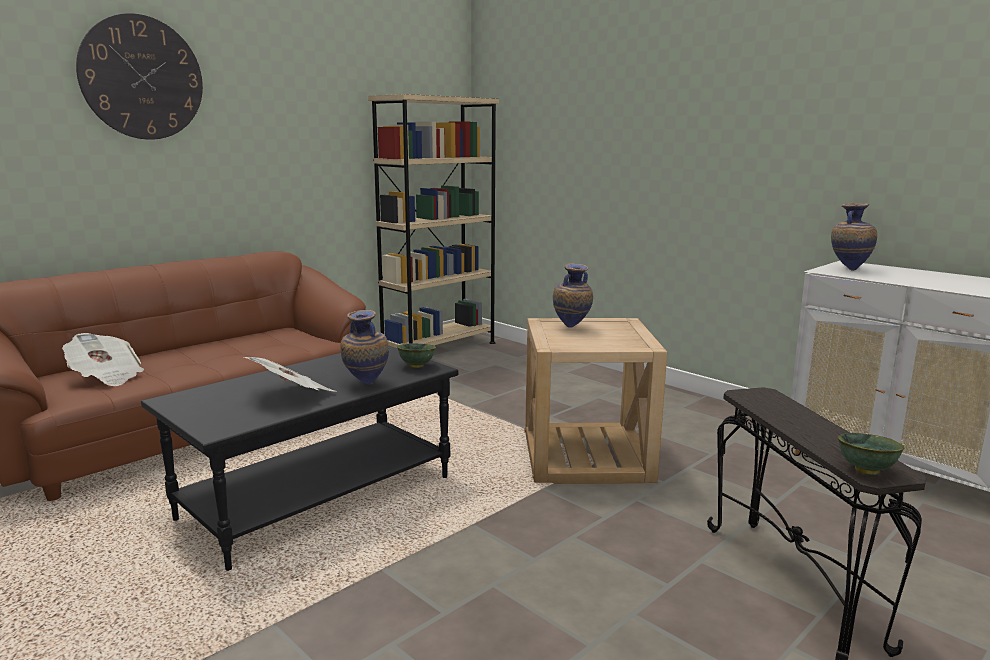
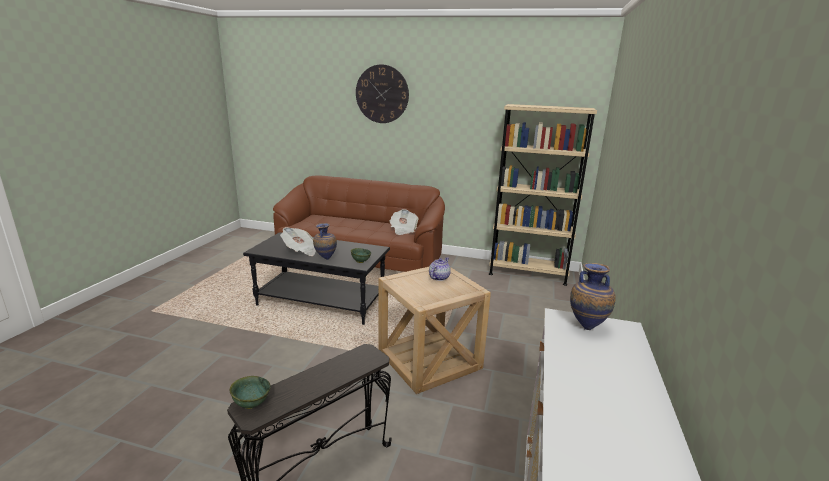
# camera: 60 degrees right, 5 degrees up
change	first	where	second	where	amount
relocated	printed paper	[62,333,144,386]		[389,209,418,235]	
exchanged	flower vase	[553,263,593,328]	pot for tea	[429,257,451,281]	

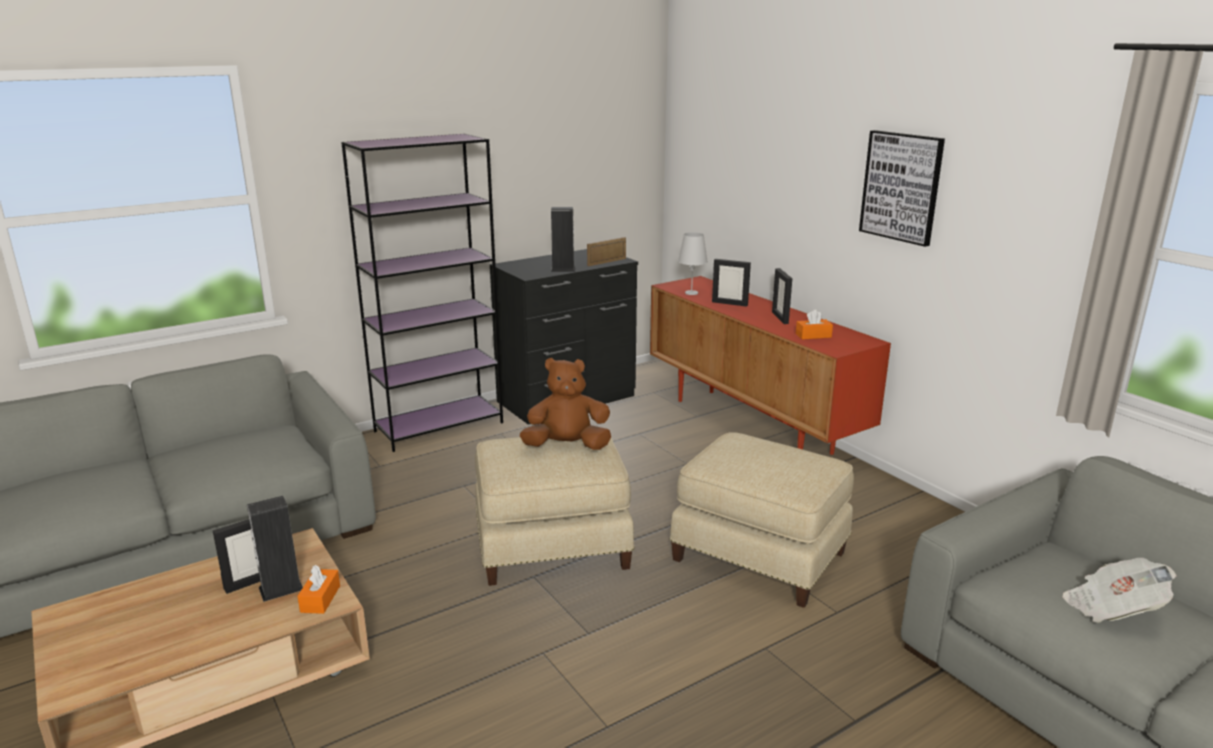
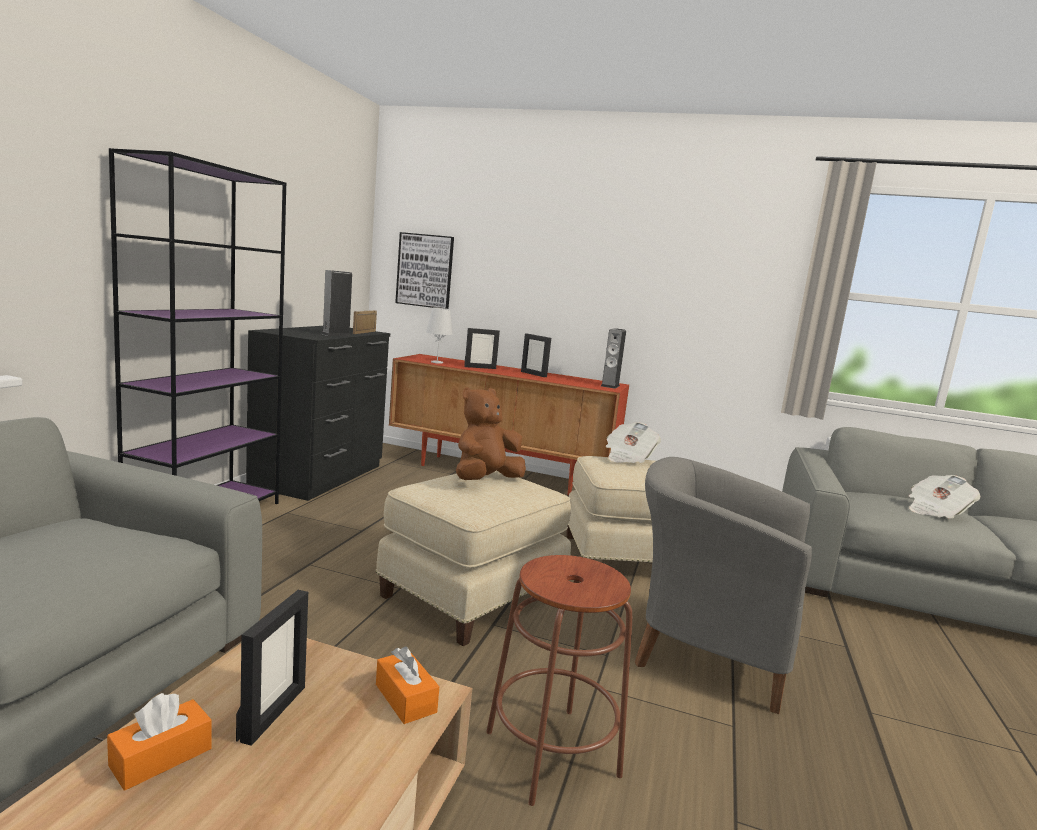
# camera: 40 degrees left, 10 degrees down
change	first	where	second	where	amount
relocated	loudspeaker	[247,496,303,602]		[601,328,626,389]	
relocated	orange-coloured tissue box	[796,310,833,340]		[107,693,212,791]	
relocated	wall art	[859,130,945,247]		[395,232,454,309]	
appeared			brownish stool seat	[486,555,632,806]	
appeared			printed paper	[606,422,661,463]	
appeared			gray lounge chair	[635,457,812,714]	

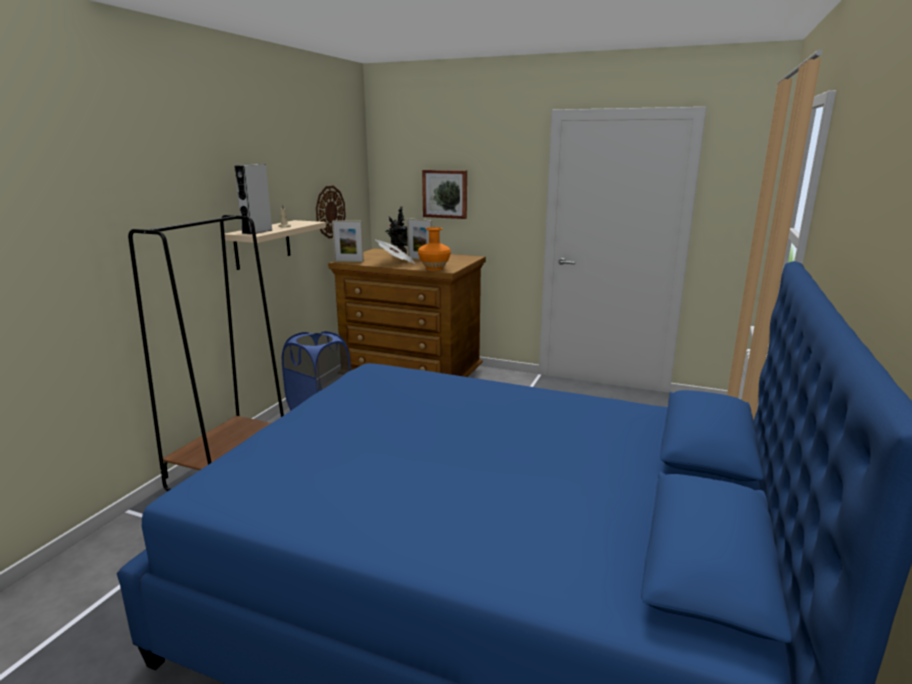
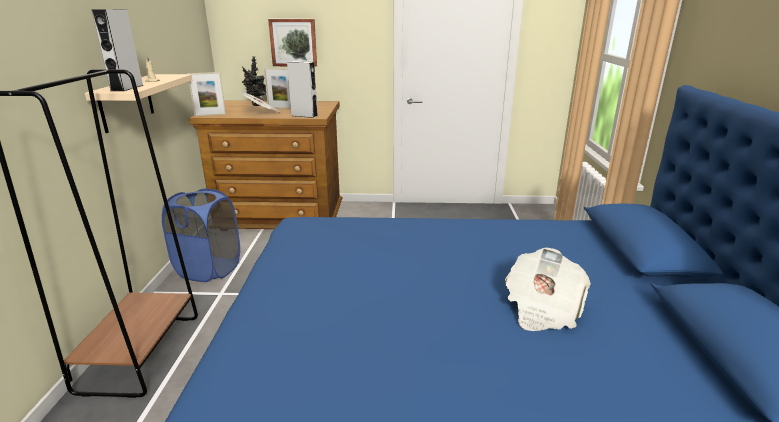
# camera: 20 degrees left, 5 degrees up
change	first	where	second	where	amount
missing	clock on the wall	[316,186,346,239]			
exchanged	orange-coloured flower vase	[418,227,451,271]	gray loudspeaker	[287,61,318,118]	
appeared			printed paper	[505,248,591,331]	

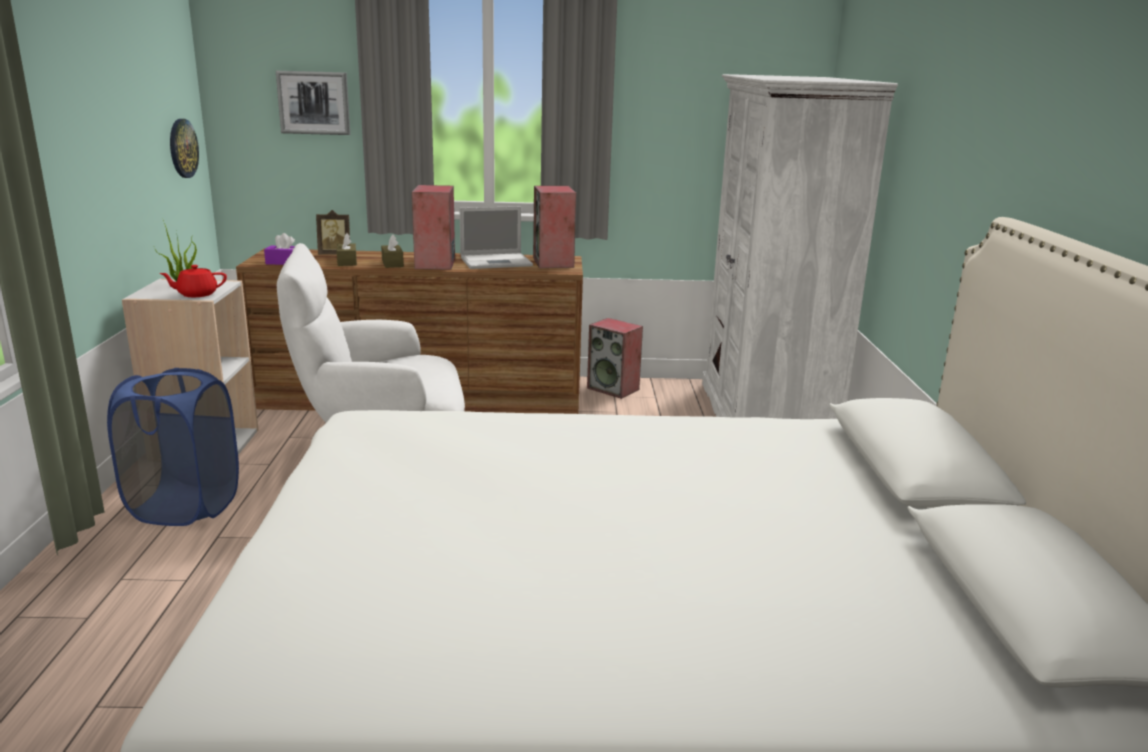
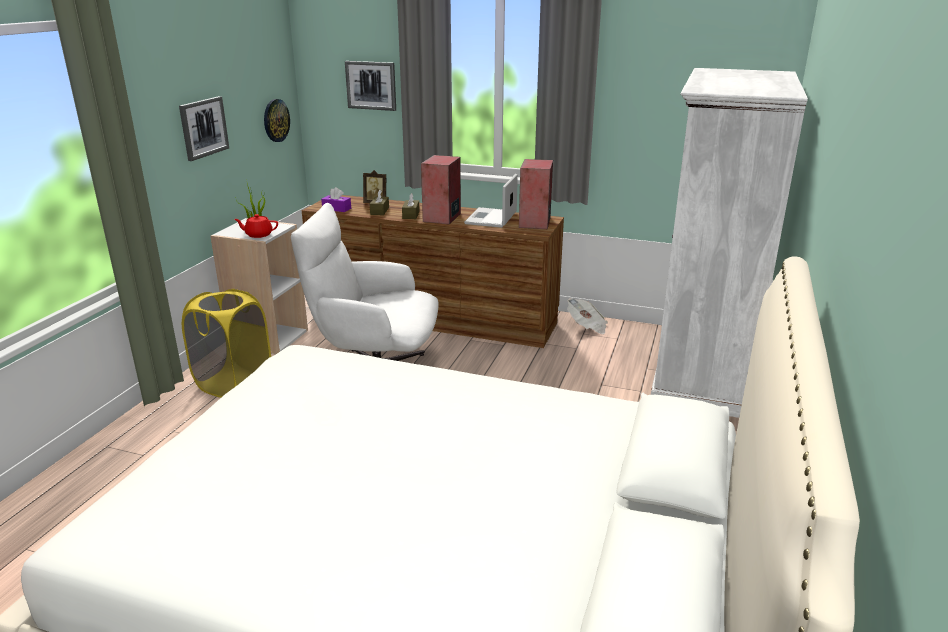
# camera: 20 degrees right, 5 degrees up
change	first	where	second	where	amount
colour	blue-coloured laundry basket	[107,368,239,526]	yellowish laundry basket	[182,289,271,398]	
spun	laptop	[460,206,533,269]		[464,174,518,228]	105 degrees clockwise
exchanged	loudspeaker	[587,318,643,399]	printed paper	[567,298,608,335]	
appeared			wall art	[179,96,229,161]	

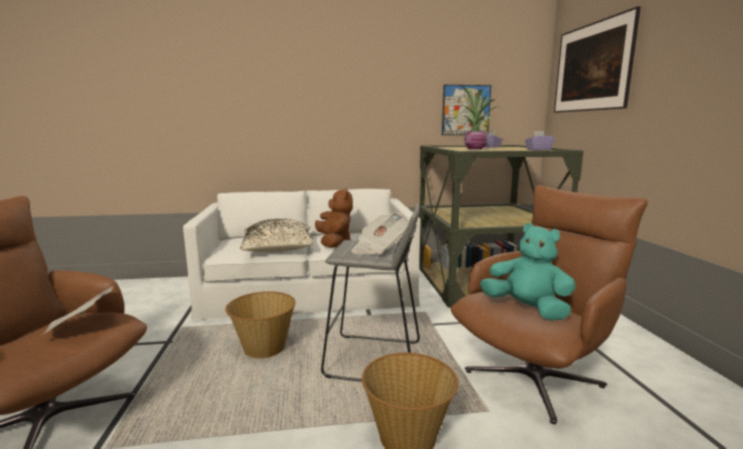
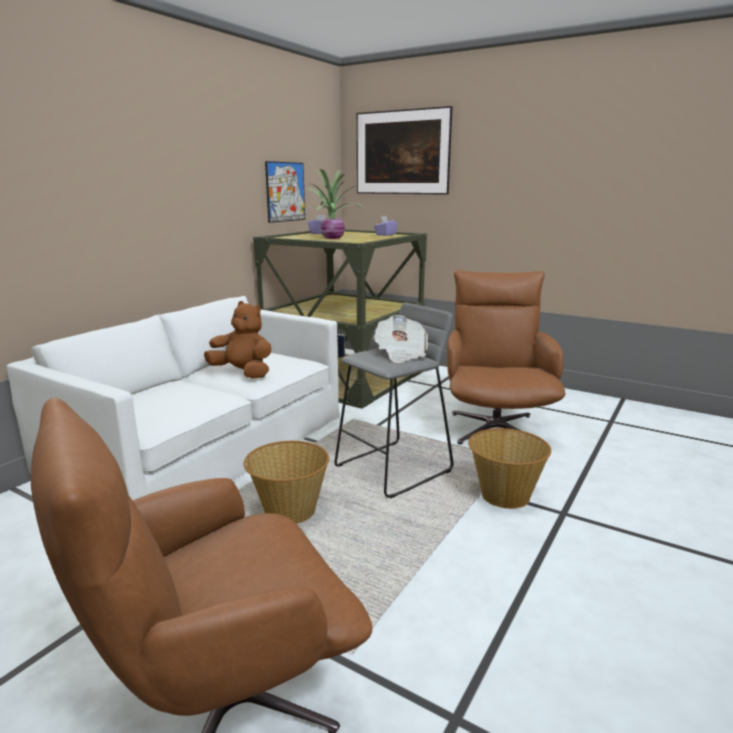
# camera: 50 degrees left, 5 degrees up
change	first	where	second	where	amount
missing	printed paper	[42,286,113,335]			
missing	beige-coloured cushion	[240,219,313,252]			
missing	turquoise-coloured soft toy	[480,223,576,321]			

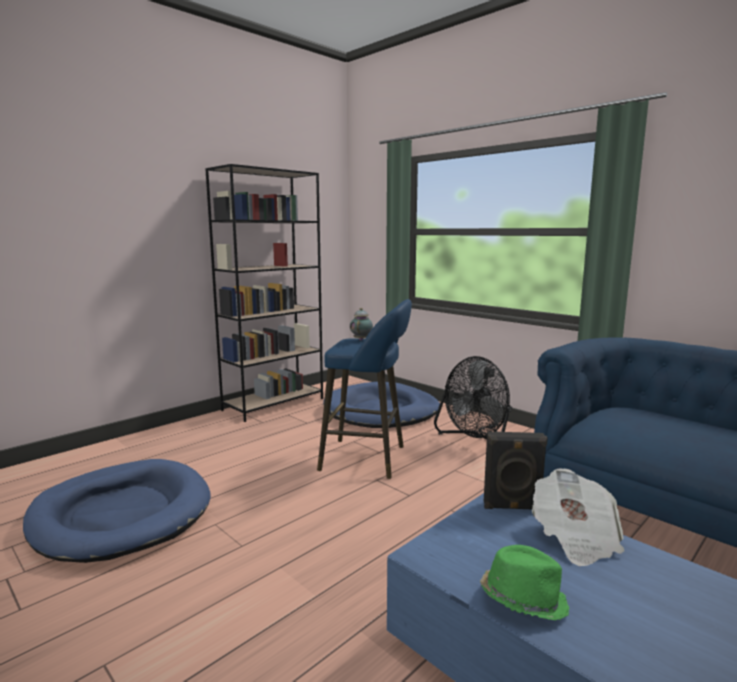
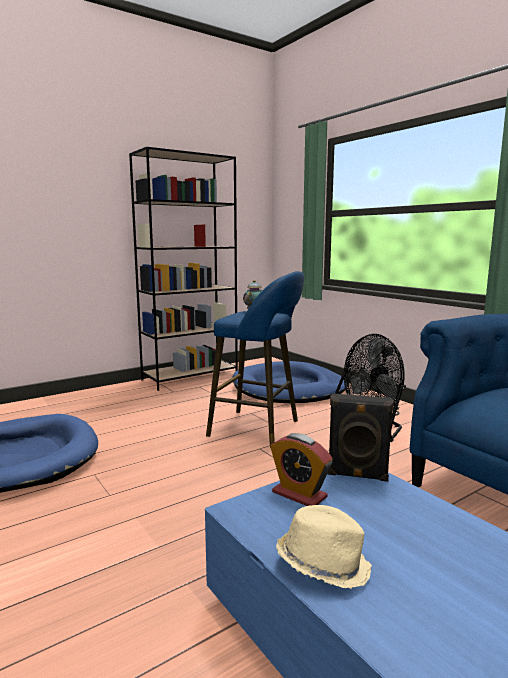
# camera: 10 degrees right, 0 degrees up
change	first	where	second	where	amount
colour	green-coloured hat	[480,545,569,620]	beige-coloured hat	[276,505,372,589]	
missing	printed paper	[532,468,624,566]			
appeared			alarm clock	[270,433,333,506]	

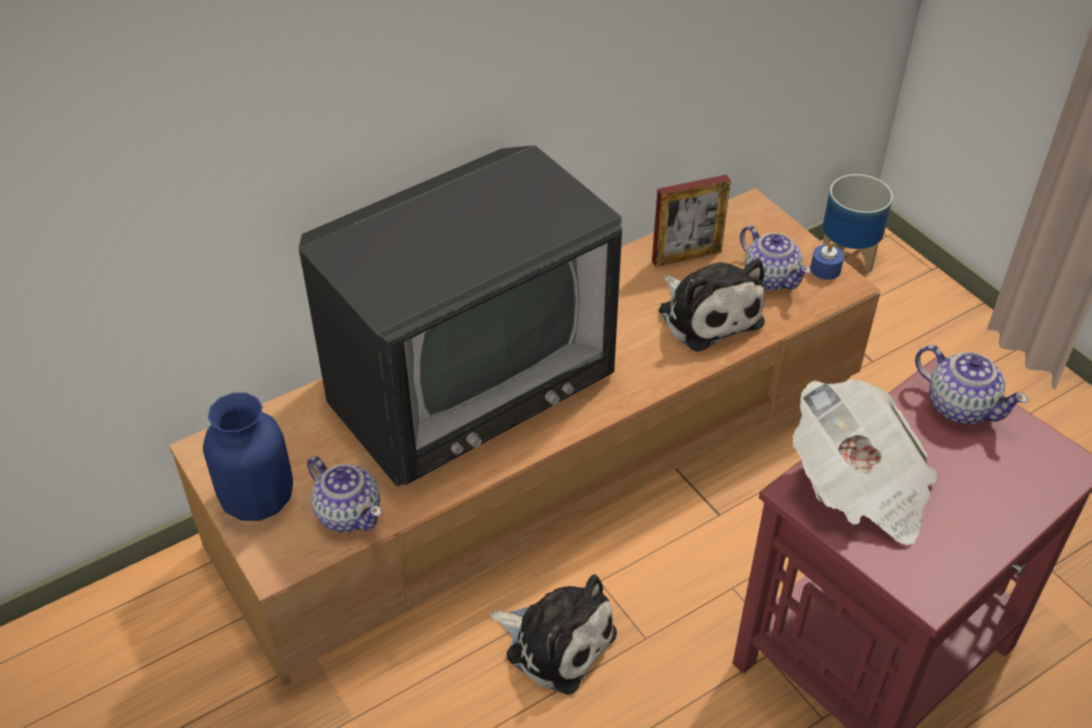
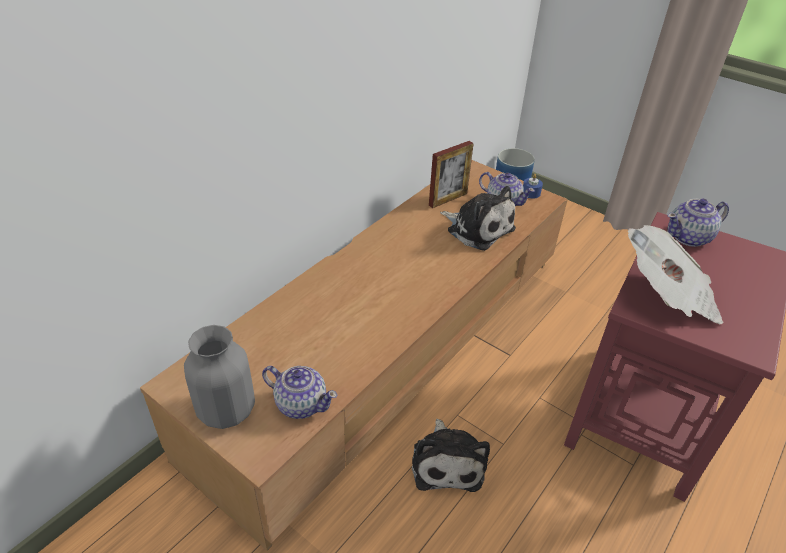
# camera: 20 degrees left, 5 degrees down
change	first	where	second	where	amount
colour	blue-coloured flower vase	[203,393,293,521]	gray flower vase	[184,325,255,429]	
missing	television	[299,145,622,487]			
spun	soft toy	[489,574,617,694]		[412,419,490,492]	75 degrees clockwise
spun	pot for tea	[915,345,1028,424]		[667,199,729,247]	135 degrees clockwise

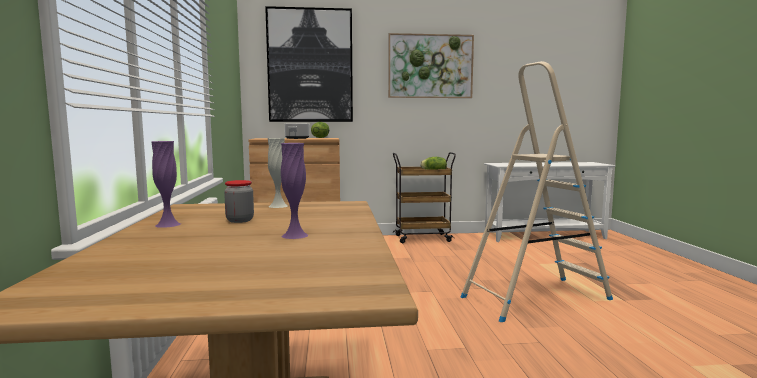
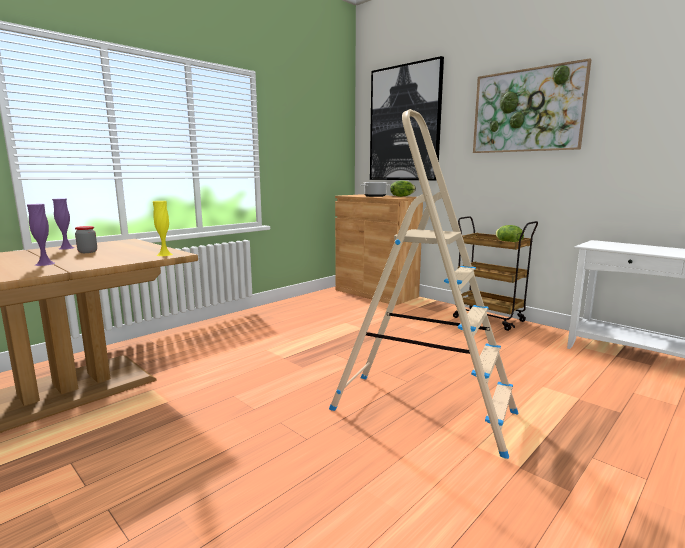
# camera: 50 degrees right, 5 degrees up
change	first	where	second	where	amount
missing	white flower vase	[268,138,288,208]			
appeared			yellowish flower vase	[153,201,173,256]	

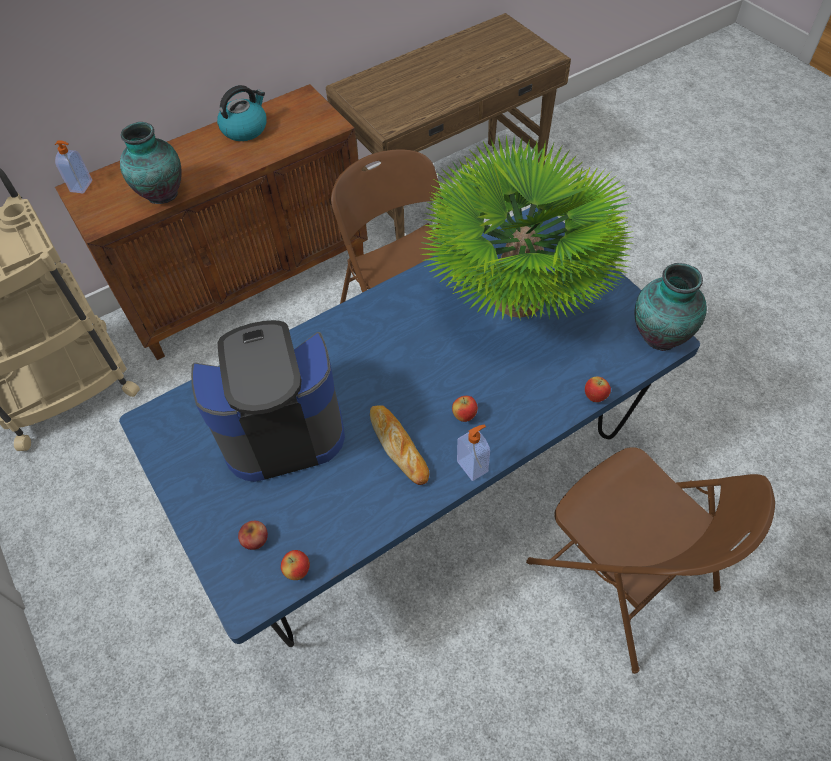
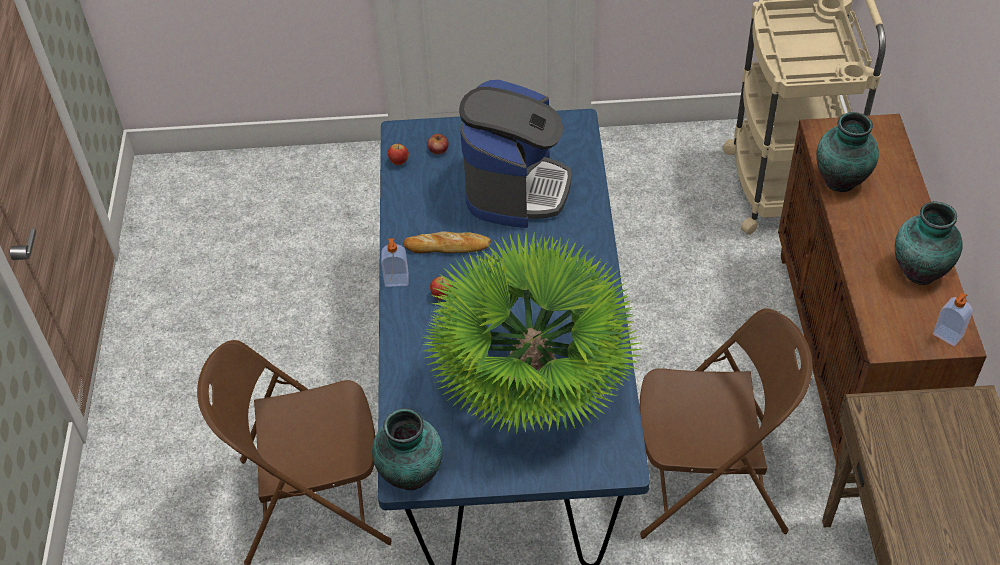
# camera: 120 degrees right, 5 degrees down
change	first	where	second	where	amount
relocated	soap dispenser	[55,140,92,193]		[933,292,973,346]	
exchanged	water kettle	[217,85,267,141]	flower vase	[895,201,963,285]	
missing	whole apple	[585,376,611,402]			

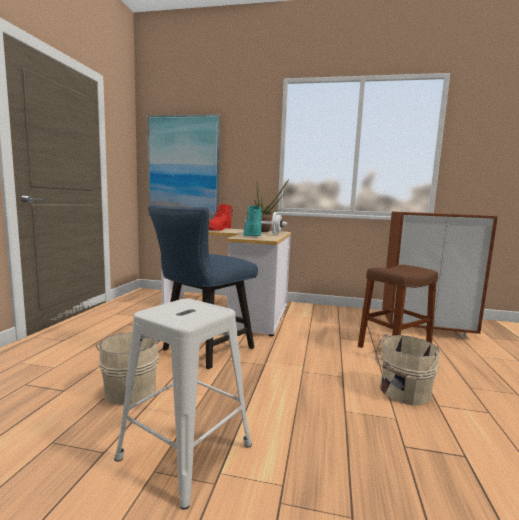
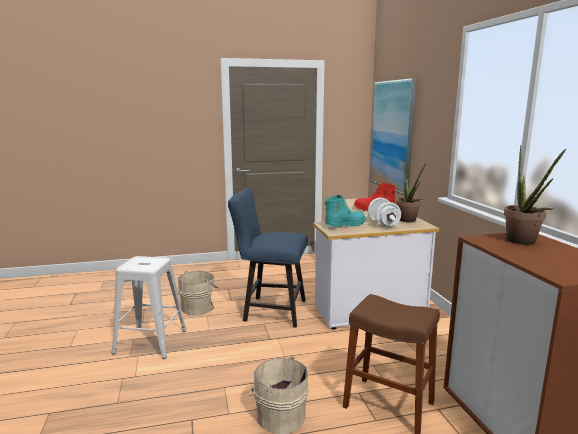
# camera: 65 degrees right, 5 degrees up
change	first	where	second	where	amount
appeared			plant in a pot	[504,145,566,245]	

